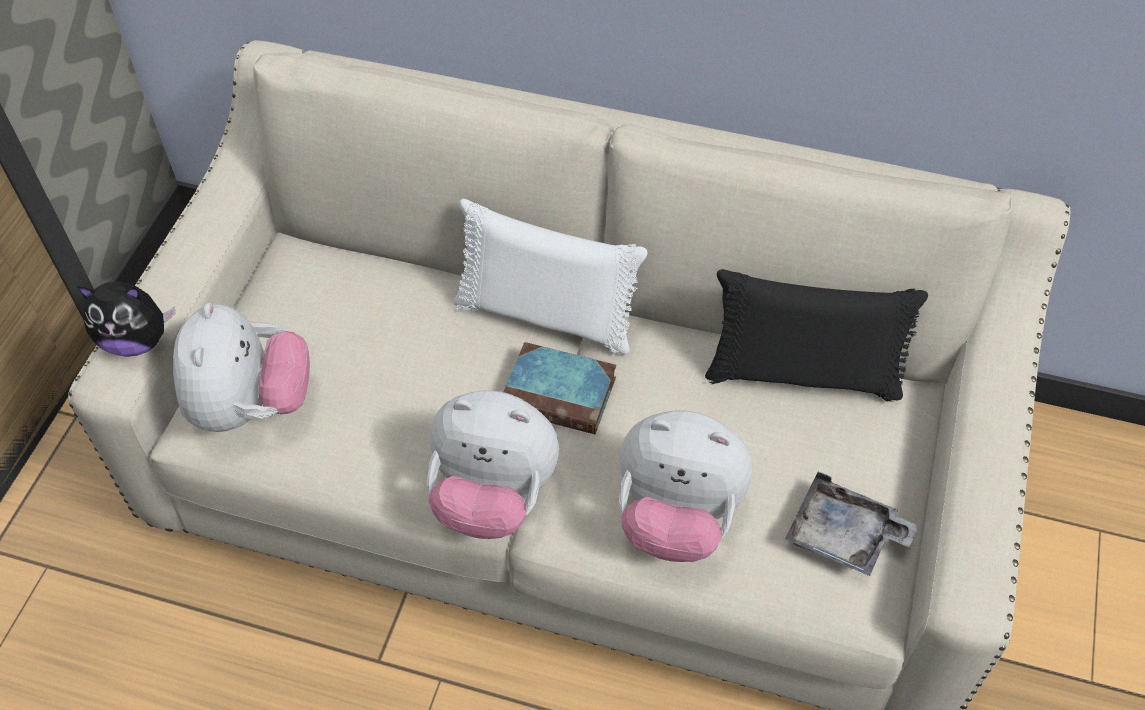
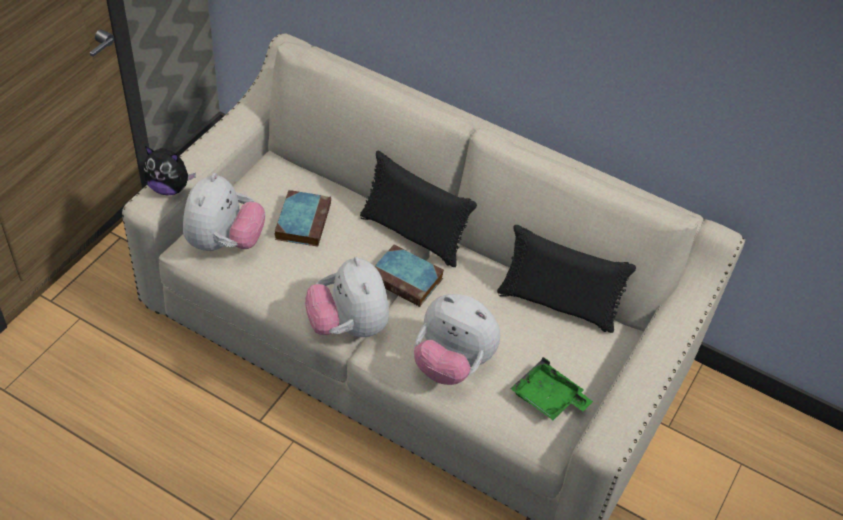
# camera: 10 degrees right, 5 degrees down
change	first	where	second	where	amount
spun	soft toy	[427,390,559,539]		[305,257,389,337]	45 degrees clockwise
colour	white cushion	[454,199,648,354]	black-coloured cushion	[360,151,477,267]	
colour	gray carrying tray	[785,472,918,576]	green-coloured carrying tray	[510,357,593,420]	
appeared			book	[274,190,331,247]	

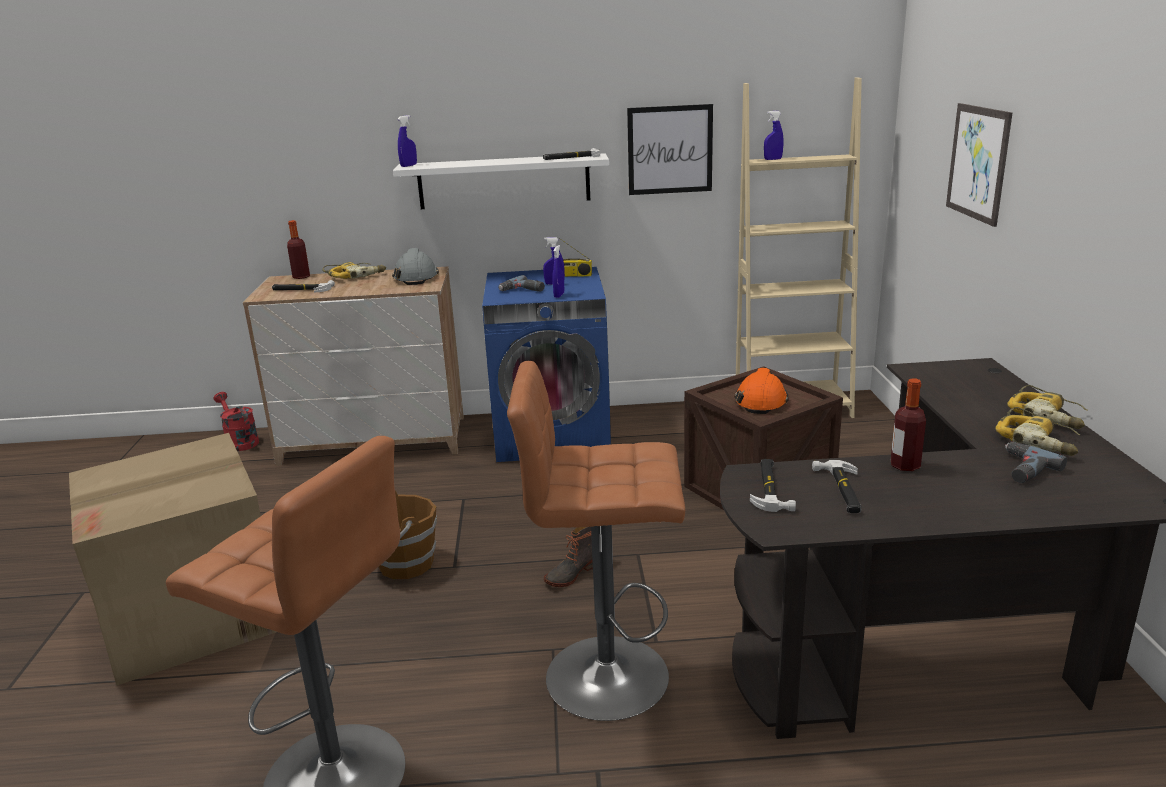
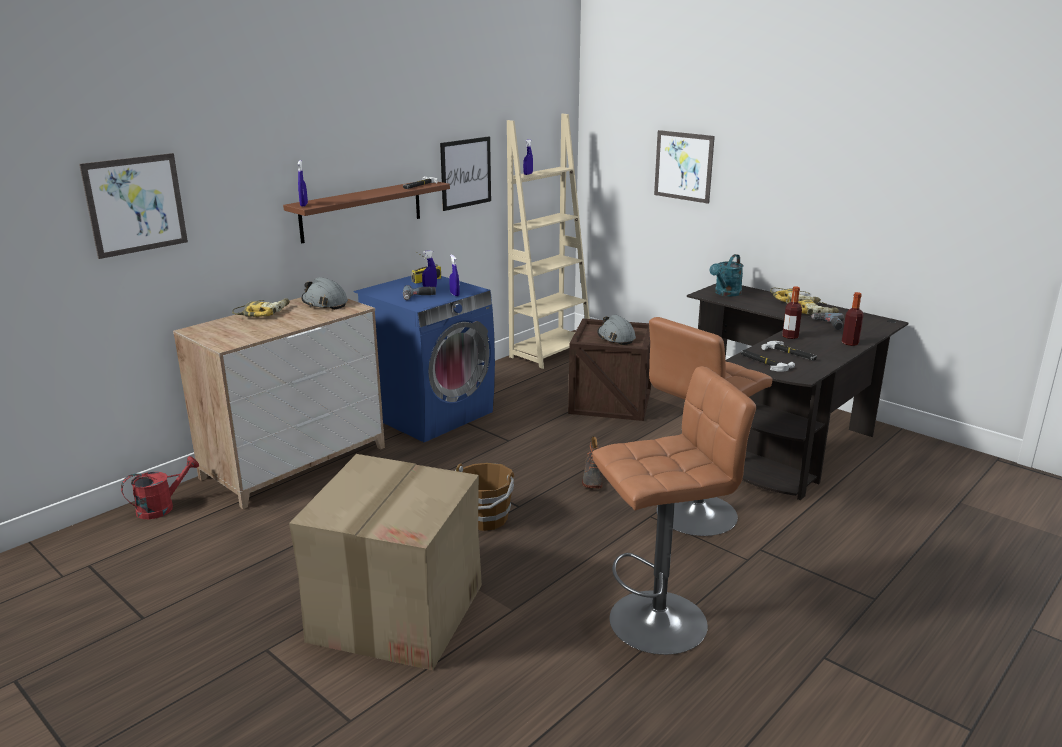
# camera: 45 degrees left, 0 degrees up
change	first	where	second	where	amount
spun	reddish watering can	[213,392,259,451]		[121,456,199,519]	135 degrees clockwise
missing	tool hammer	[272,280,335,293]			
relocated	bottle	[287,220,310,279]		[842,292,863,346]	
colour	white wall shelf	[393,153,609,209]	brownish wall shelf	[283,182,450,243]	
colour	orange-coloured safety helmet	[734,368,789,414]	gray safety helmet	[597,315,636,345]	
appeared			wall art	[79,153,188,259]	
appeared			turquoise-coloured watering can	[710,254,744,296]	

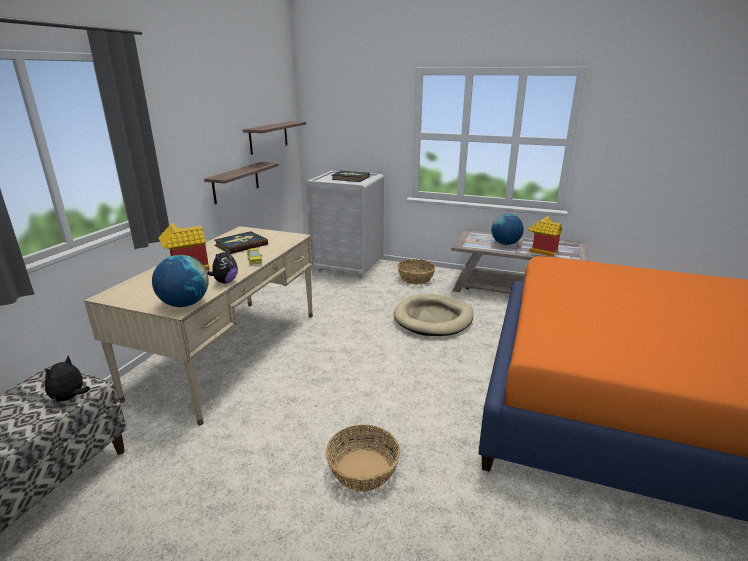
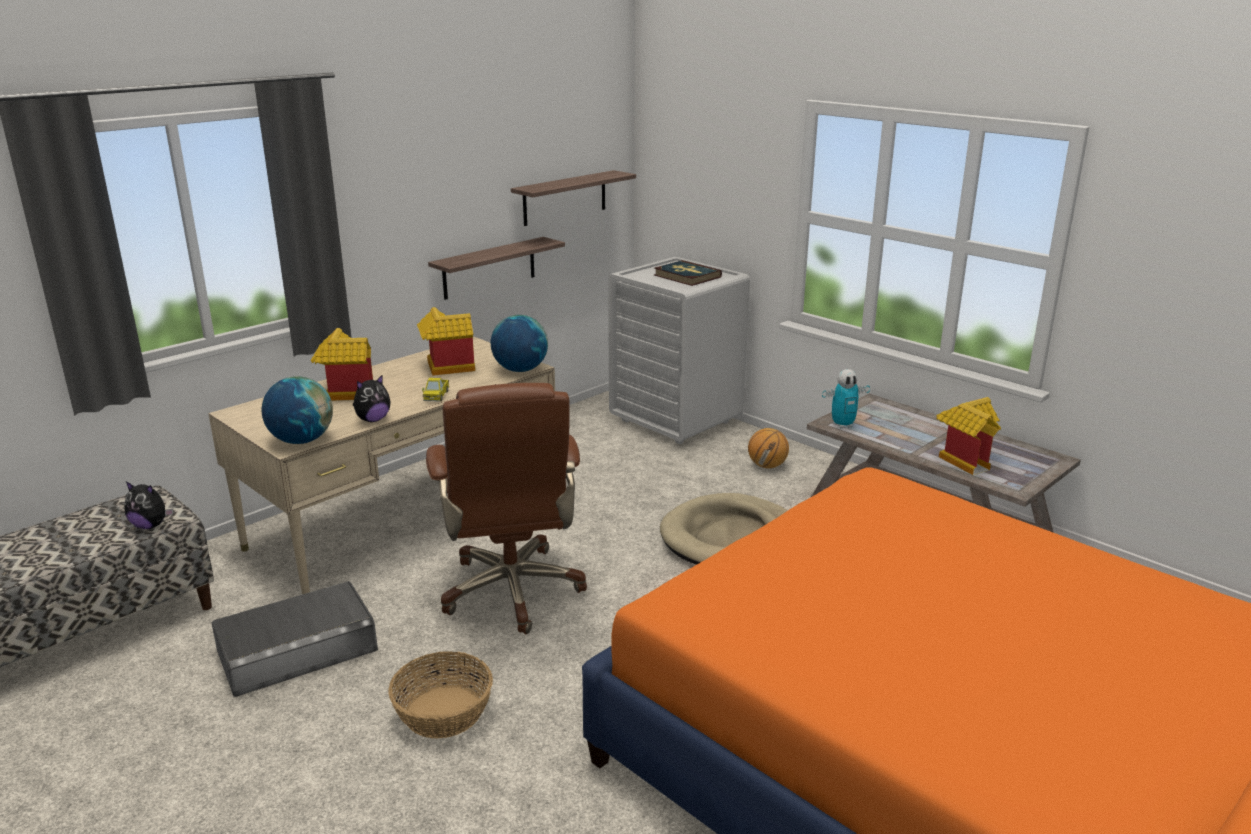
# camera: 25 degrees right, 0 degrees up
change	first	where	second	where	amount
spun	soft toy	[44,355,90,402]		[125,482,173,529]	120 degrees counterclockwise
exchanged	book	[214,231,268,254]	toy house	[417,307,475,376]	
exchanged	basket	[397,259,436,284]	basketball ball	[748,428,789,468]	
relocated	desk globe	[491,214,524,245]		[491,315,548,372]	
appeared			gray storage container	[212,581,378,697]	
appeared			brownish desk chair	[426,383,587,634]	
appeared			robot figure	[822,369,870,428]	

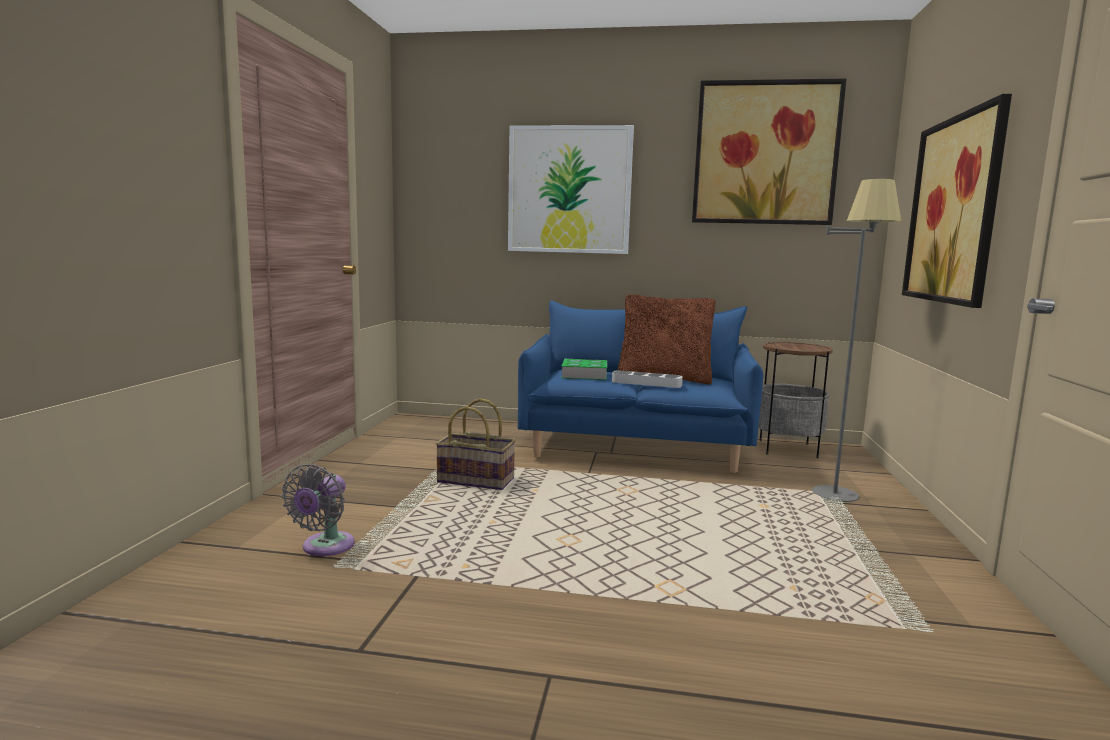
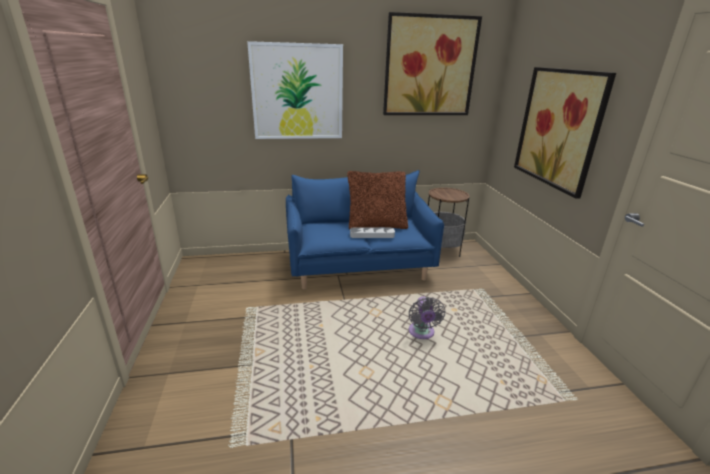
# camera: 20 degrees left, 15 degrees up
change	first	where	second	where	amount
relocated	gray cooling fan	[281,464,354,556]		[409,297,445,339]	
missing	basket	[435,398,516,490]			
missing	book	[561,359,607,380]			
missing	gray floor lamp	[811,179,901,502]			

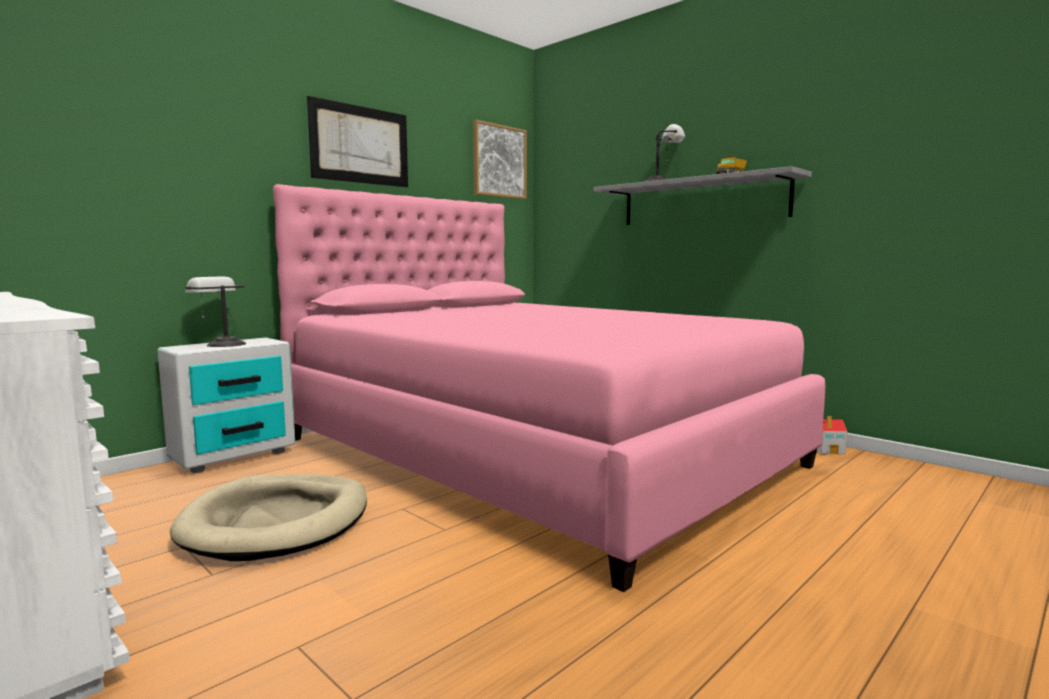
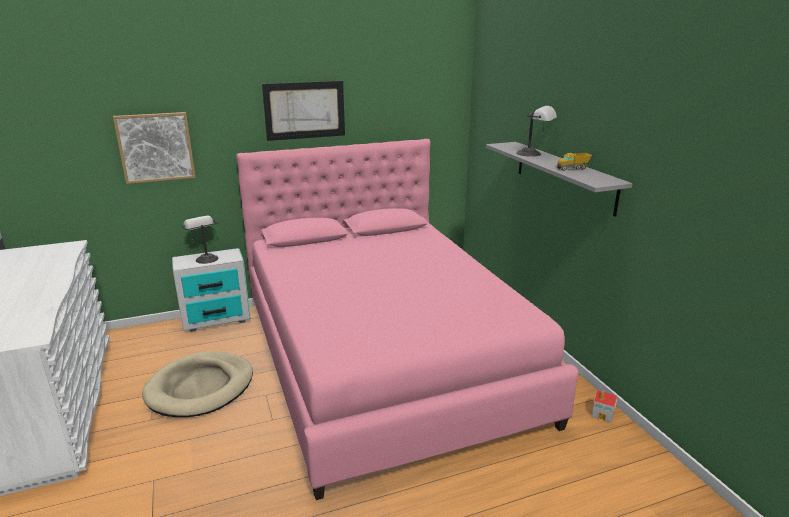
# camera: 25 degrees right, 15 degrees up
change	first	where	second	where	amount
relocated	wall art	[473,120,527,199]		[113,112,196,184]	

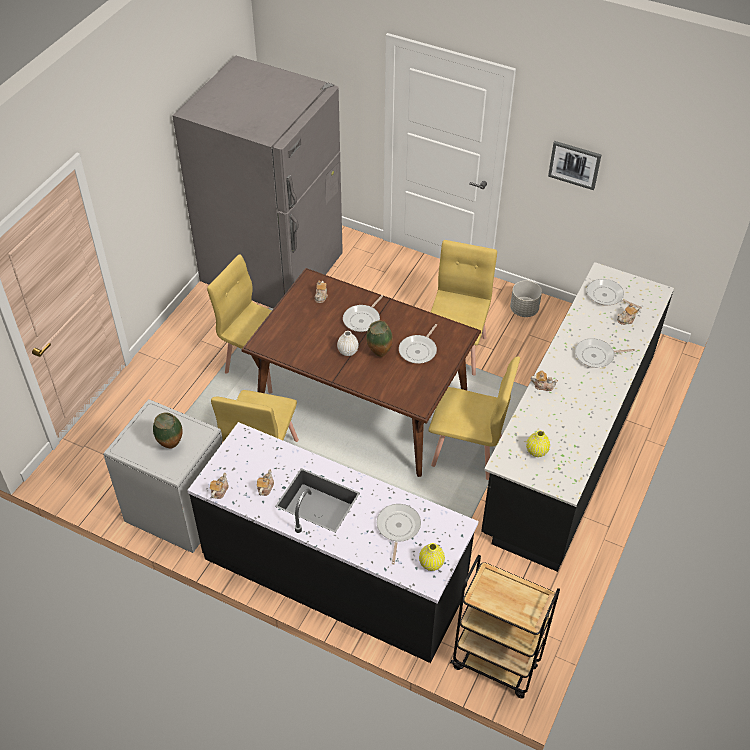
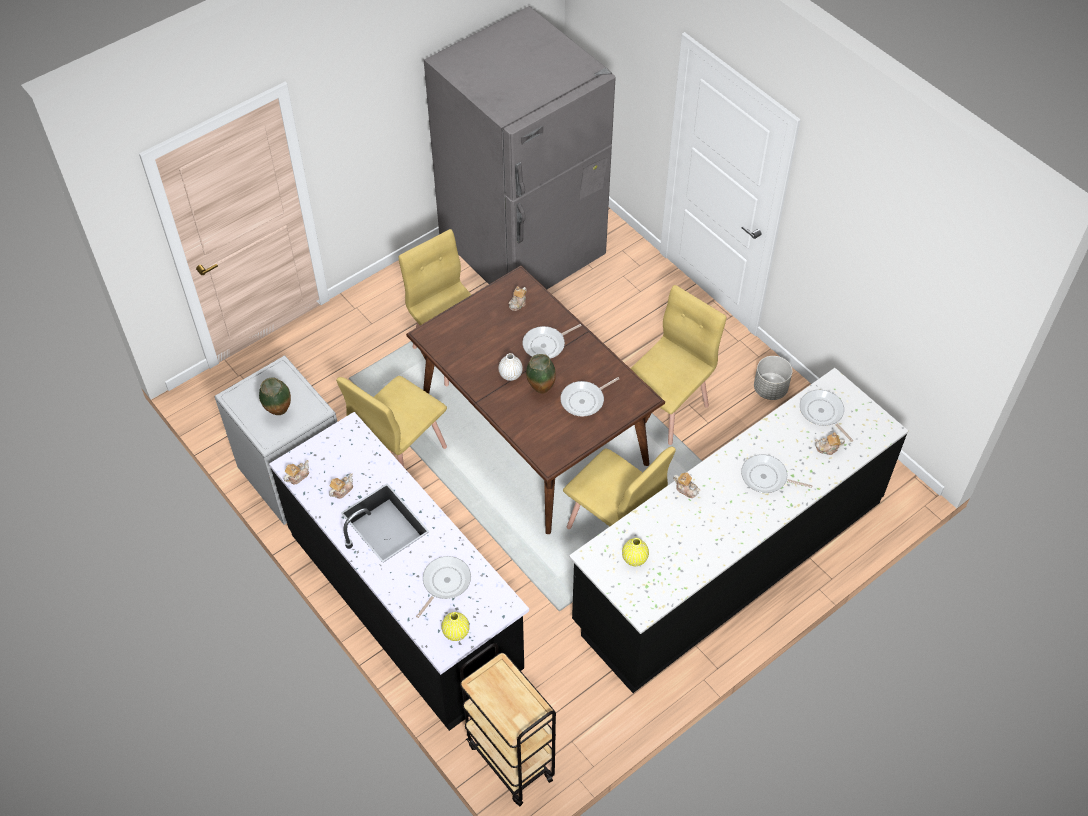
# camera: 25 degrees right, 5 degrees up
change	first	where	second	where	amount
missing	wall art	[548,141,601,190]			

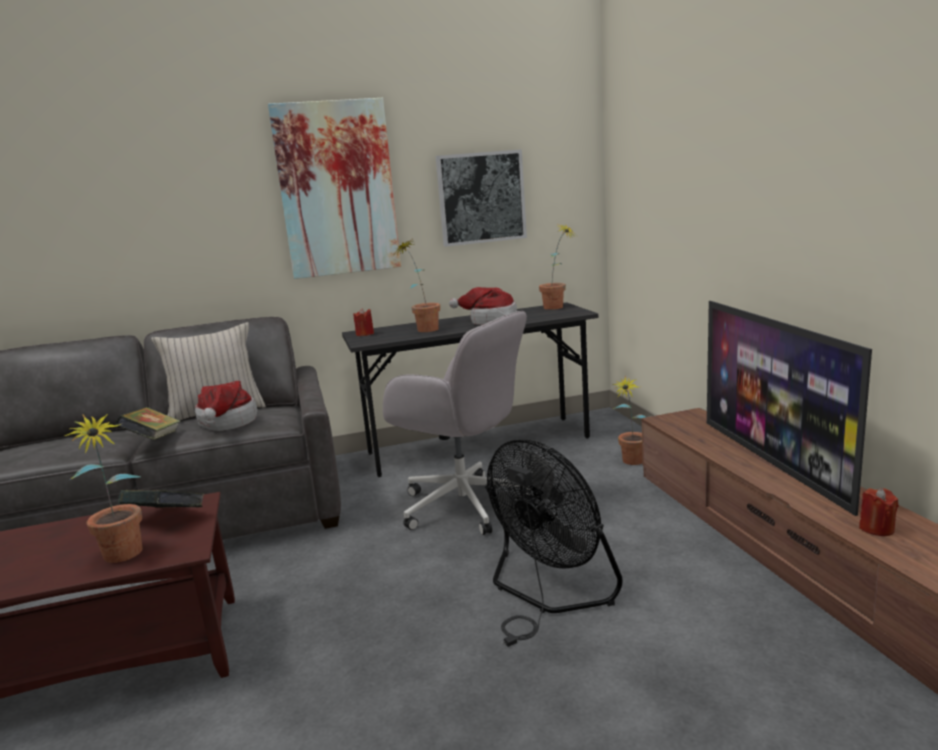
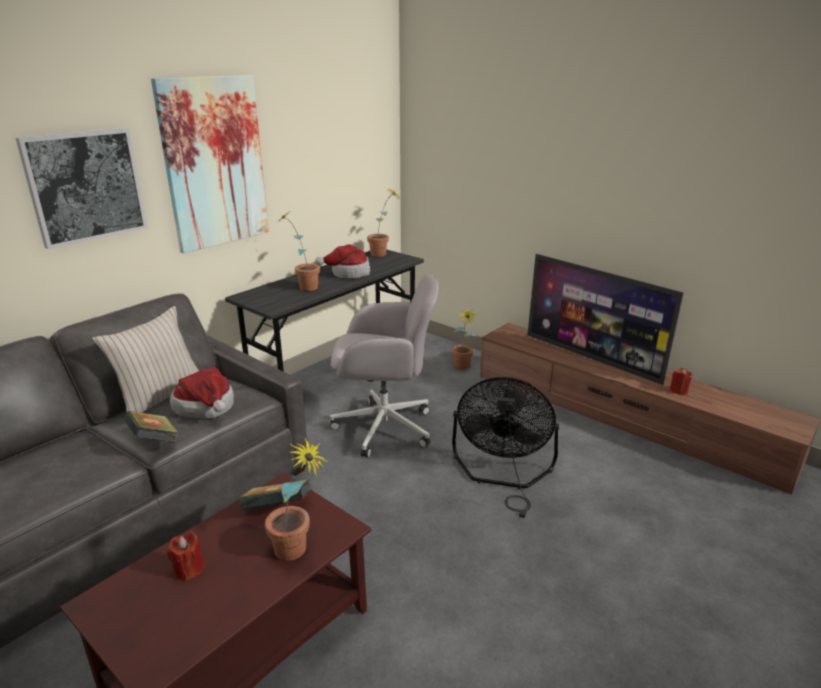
# camera: 35 degrees left, 10 degrees up
change	first	where	second	where	amount
relocated	reddish candle	[353,308,374,336]		[167,532,205,581]	
relocated	wall art	[436,149,527,247]		[16,128,148,249]	

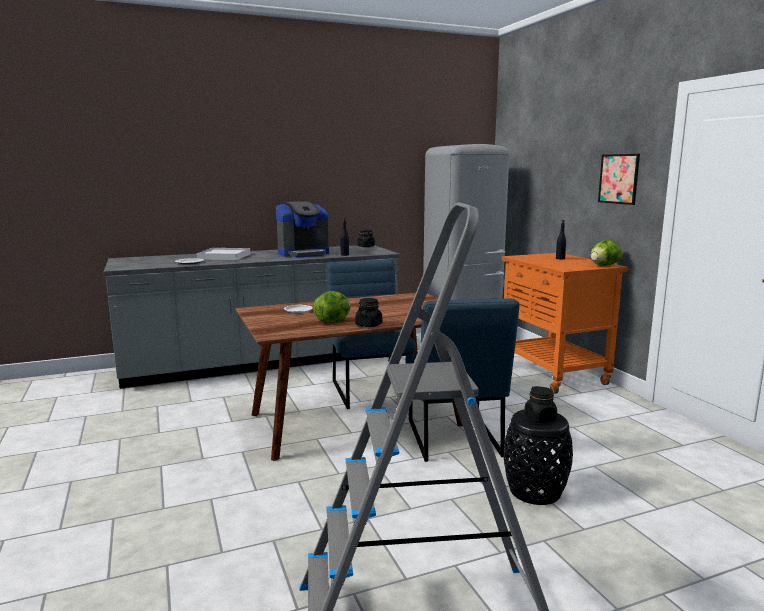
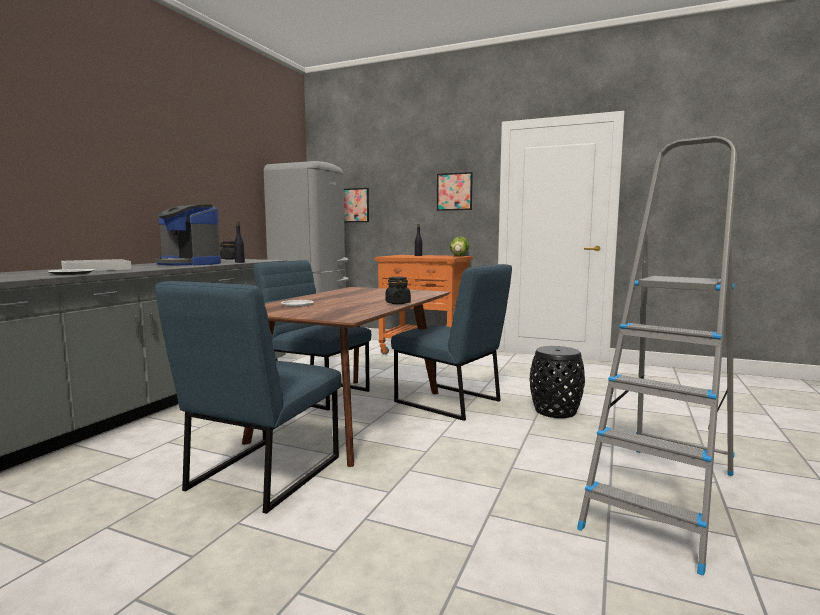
# camera: 45 degrees left, 5 degrees down
change	first	where	second	where	amount
spun	coffee brewer	[276,201,329,257]		[153,205,221,266]	105 degrees clockwise
missing	lettuce	[313,291,351,323]			
missing	black-coloured jar	[524,386,557,423]			
appeared			blue-coloured plain chair	[155,281,342,514]	
appeared			wall art	[344,188,369,222]	

